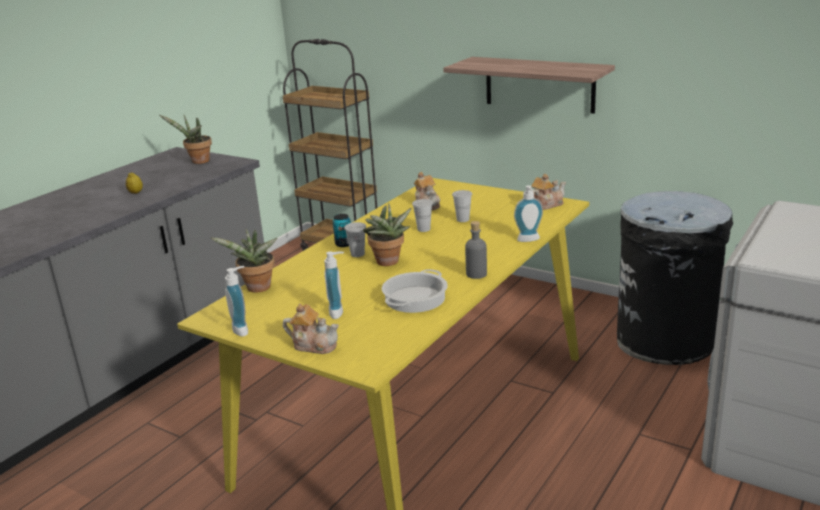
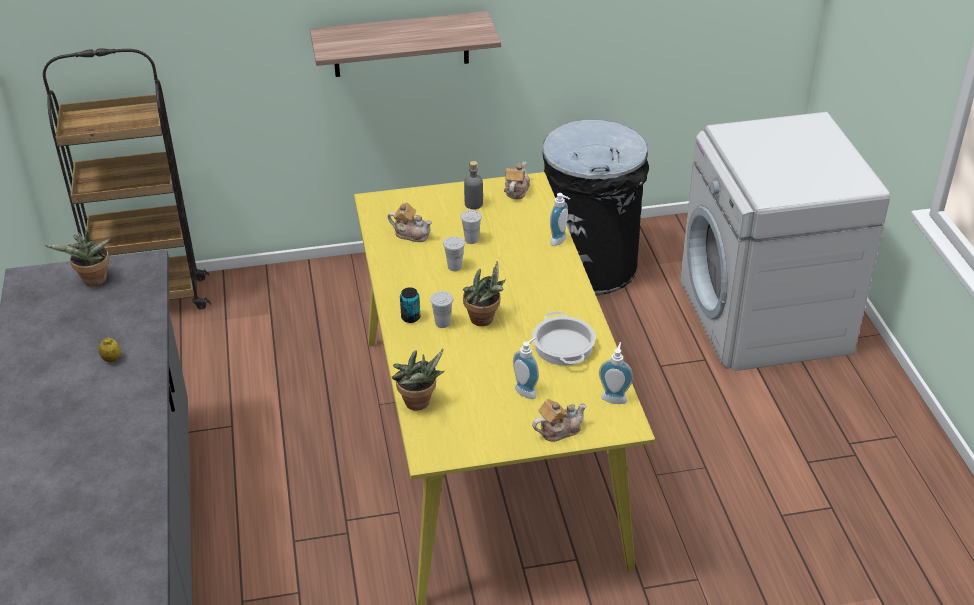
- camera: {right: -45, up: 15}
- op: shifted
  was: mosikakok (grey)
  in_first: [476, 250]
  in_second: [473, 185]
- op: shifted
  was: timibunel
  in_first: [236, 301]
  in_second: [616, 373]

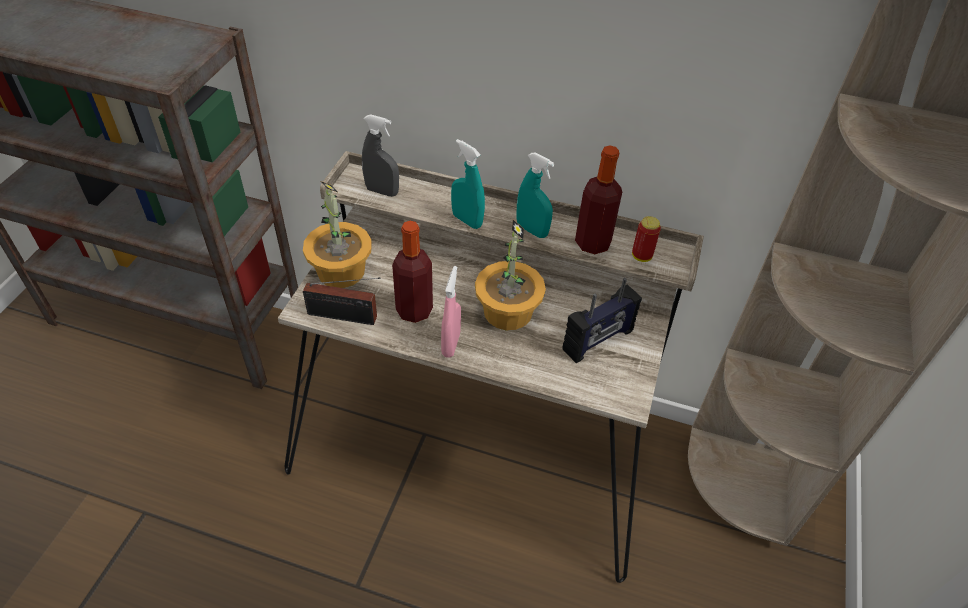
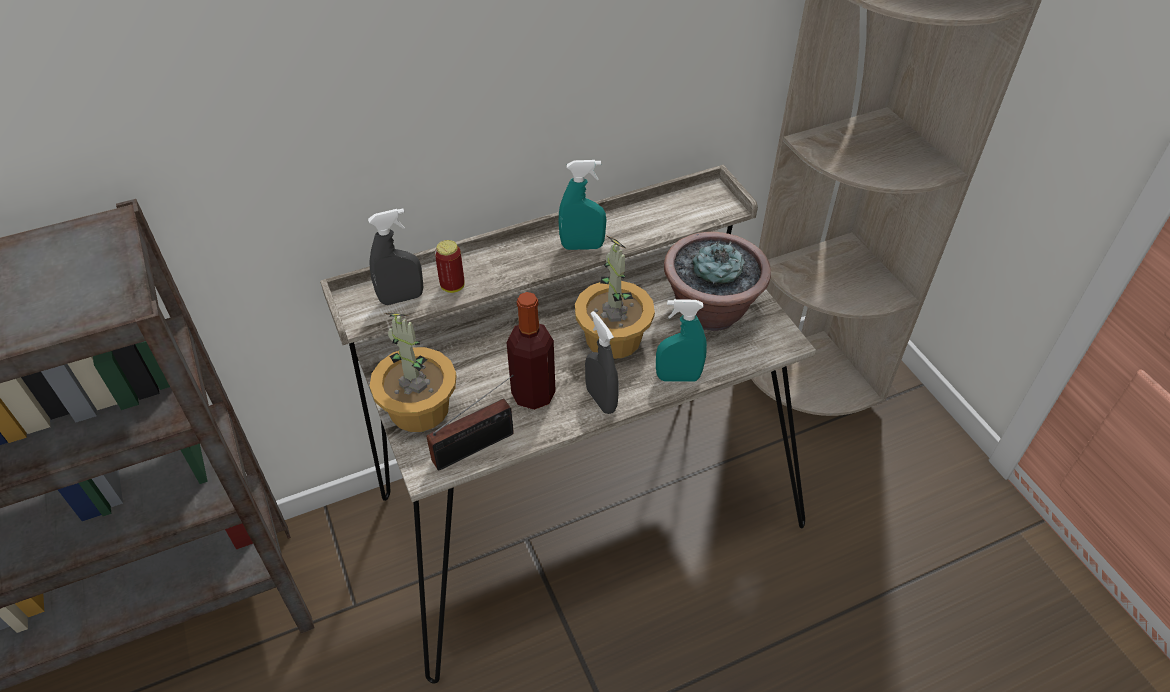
- camera: {right: -40, up: 0}
- op: shifted
  was: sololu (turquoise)
  in_first: [468, 184]
  in_second: [681, 340]
- op: gone
  was: mosikakok
  in_first: [598, 200]
- op: shifted
  was: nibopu
  in_first: [646, 239]
  in_second: [450, 266]
- op: repainted
  was: sololu (pink)
  now: sololu (grey)
  in_first: [451, 312]
  in_second: [602, 362]
- op: swapped
  was: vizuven
  now: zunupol
  in_first: [602, 320]
  in_second: [717, 281]

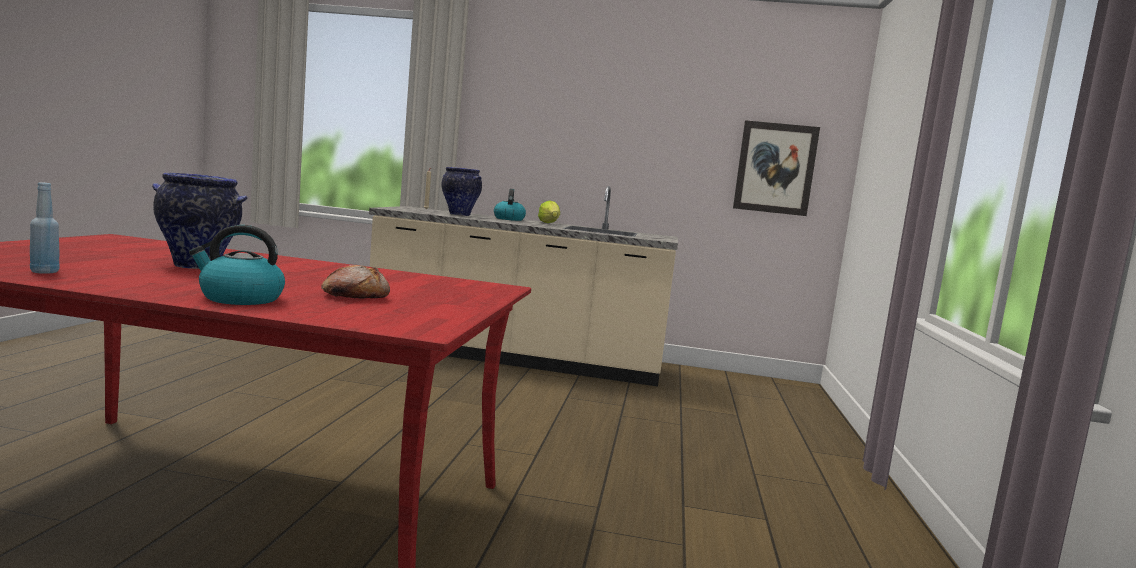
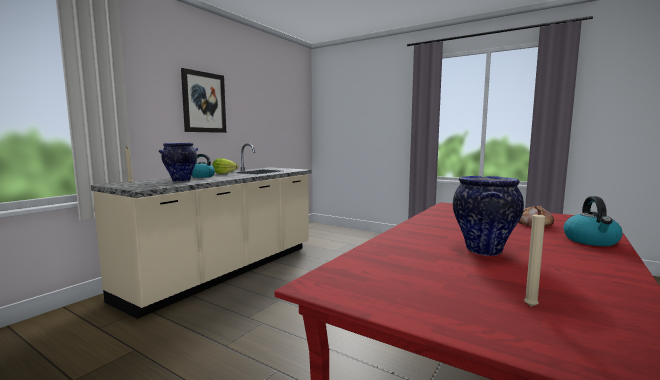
- camera: {right: -65, up: 0}
- op: shifted
  was: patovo
  in_first: [776, 168]
  in_second: [203, 100]
- op: gone
  was: mosikakok (blue)
  in_first: [45, 228]
- op: new
  now: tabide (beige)
  in_second: [534, 256]

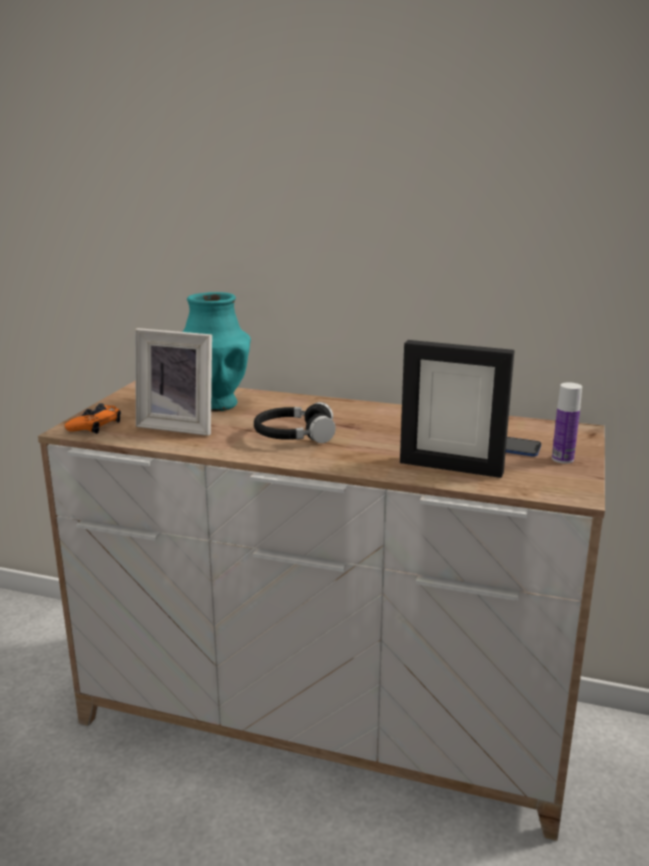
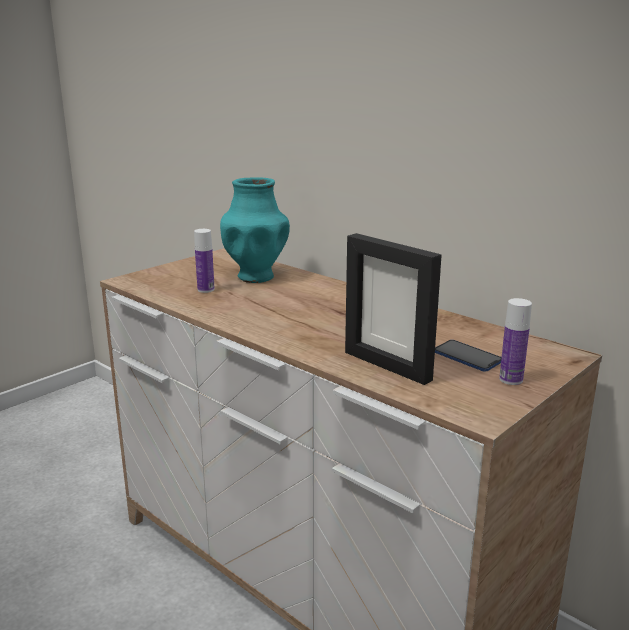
- camera: {right: 25, up: 0}
- op: swapped
  was: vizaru
  now: mosikakok
  in_first: [173, 382]
  in_second: [204, 261]
- op: gone
  was: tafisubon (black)
  in_first: [295, 422]
- op: gone
  was: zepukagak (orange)
  in_first: [93, 418]

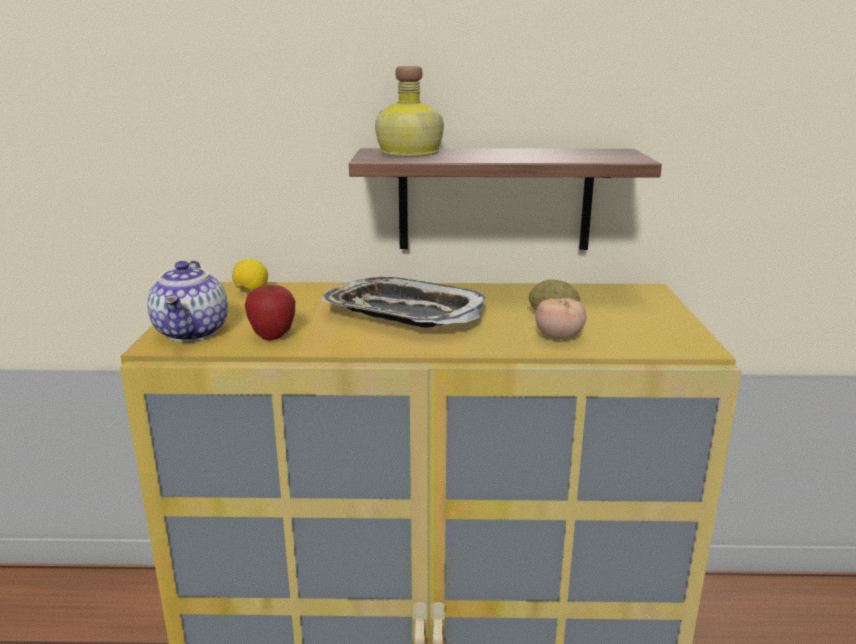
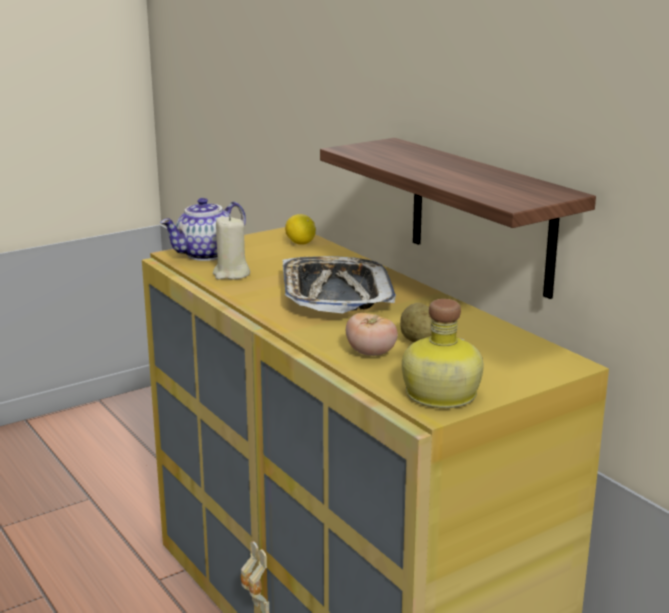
- camera: {right: 55, up: 0}
- op: shifted
  was: mosikakok
  in_first: [409, 111]
  in_second: [443, 353]
- op: swapped
  was: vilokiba
  now: tabide (beige)
  in_first: [270, 312]
  in_second: [231, 247]

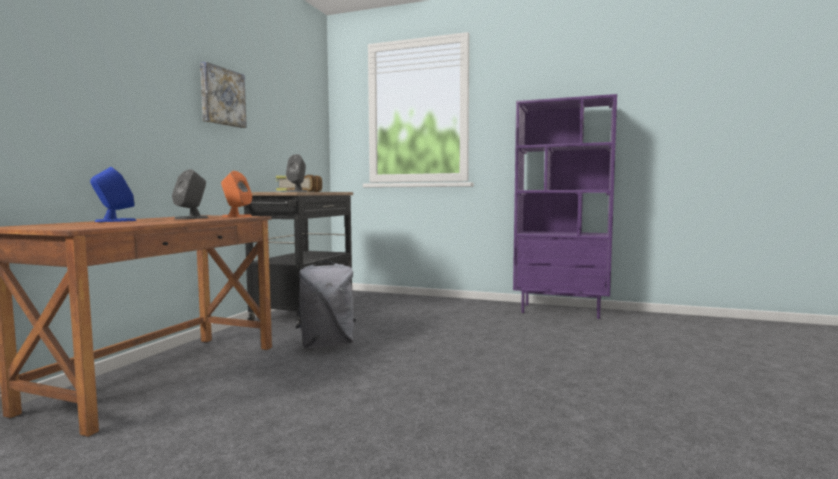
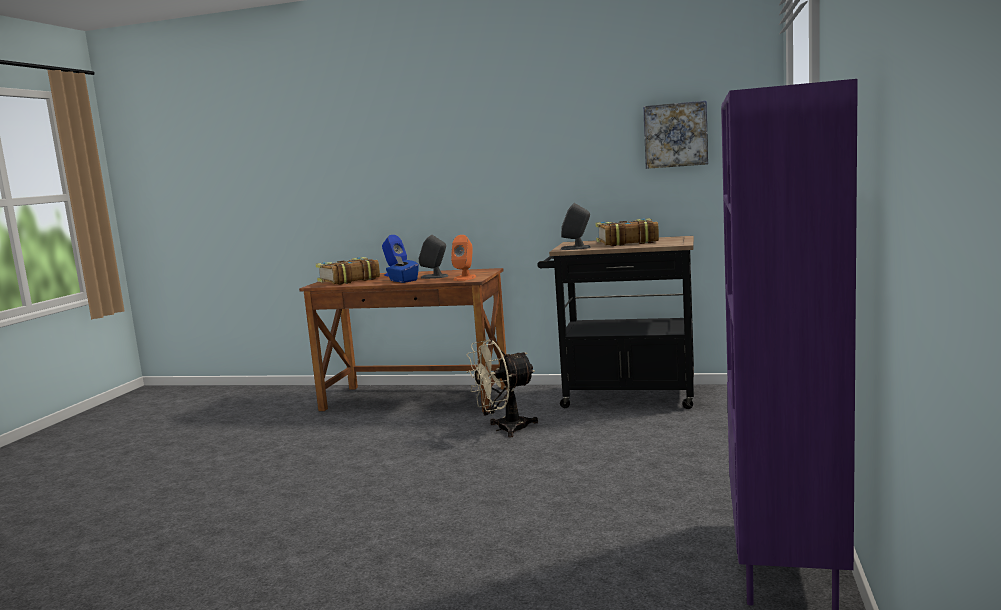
- camera: {right: 85, up: 5}
- op: shifted
  was: patovo
  in_first: [223, 95]
  in_second: [675, 134]
- op: swapped
  was: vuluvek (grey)
  now: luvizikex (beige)
  in_first: [326, 305]
  in_second: [502, 388]
- op: new
  now: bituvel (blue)
  in_second: [402, 269]
- op: new
  now: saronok
  in_second: [348, 271]

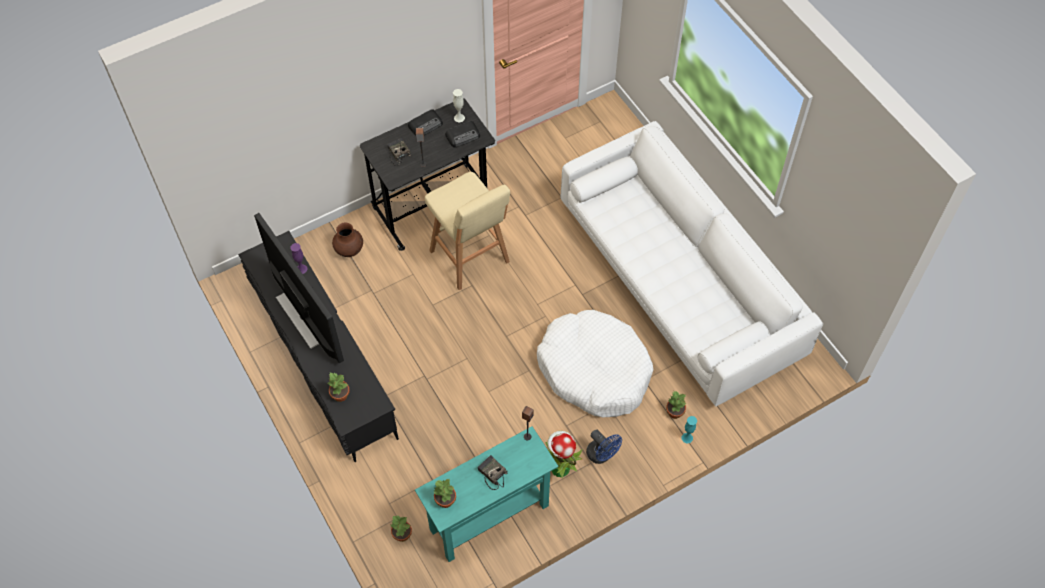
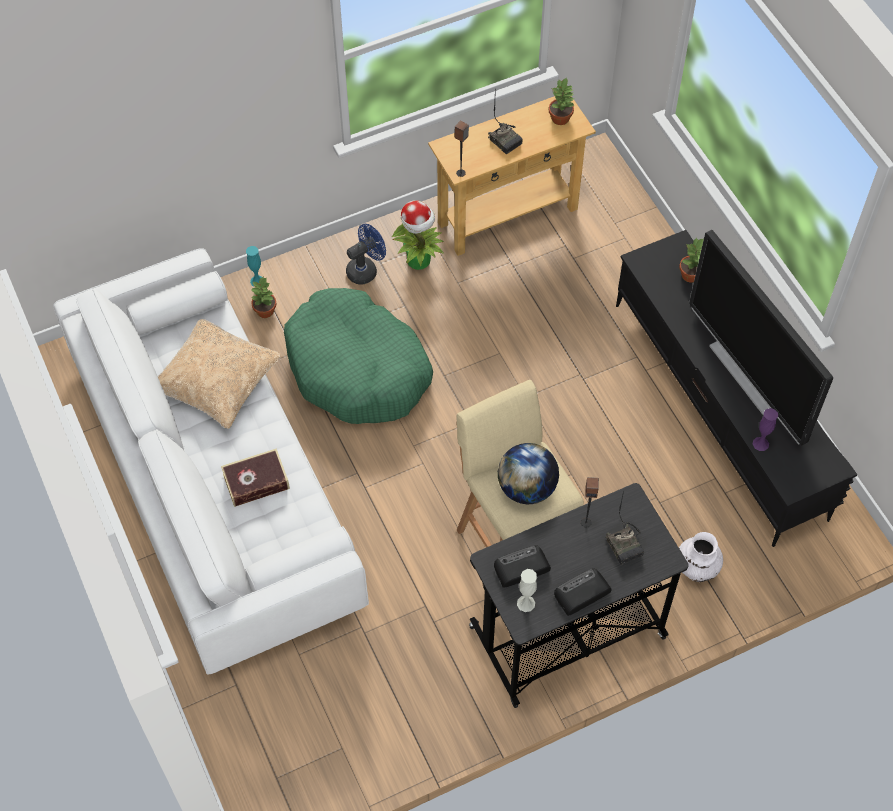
- camera: {right: -175, up: 0}
- op: repainted
  was: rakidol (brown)
  now: rakidol (white)
  in_first: [347, 240]
  in_second: [701, 557]
- op: repainted
  was: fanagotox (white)
  now: fanagotox (green)
  in_first: [595, 363]
  in_second: [358, 356]
- op: repainted
  was: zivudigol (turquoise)
  now: zivudigol (beige)
  in_first: [486, 494]
  in_second: [512, 176]
- op: rotated
  was: luvizikex (blue)
  in_first: [604, 447]
  in_second: [366, 254]
  clockwise: 90
- op: gone
  was: zunupol
  in_first: [401, 529]
- op: new
  now: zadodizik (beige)
  in_second: [219, 374]
- op: new
  now: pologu
  in_second: [528, 473]
- op: new
  now: saronok
  in_second: [255, 477]

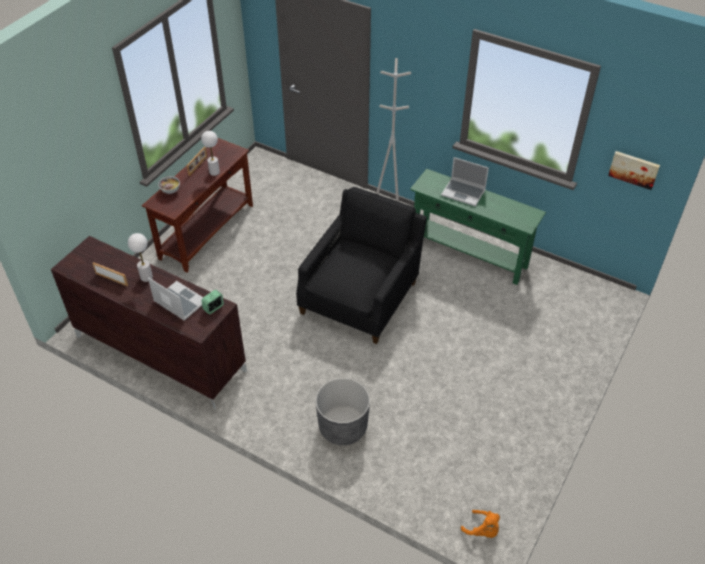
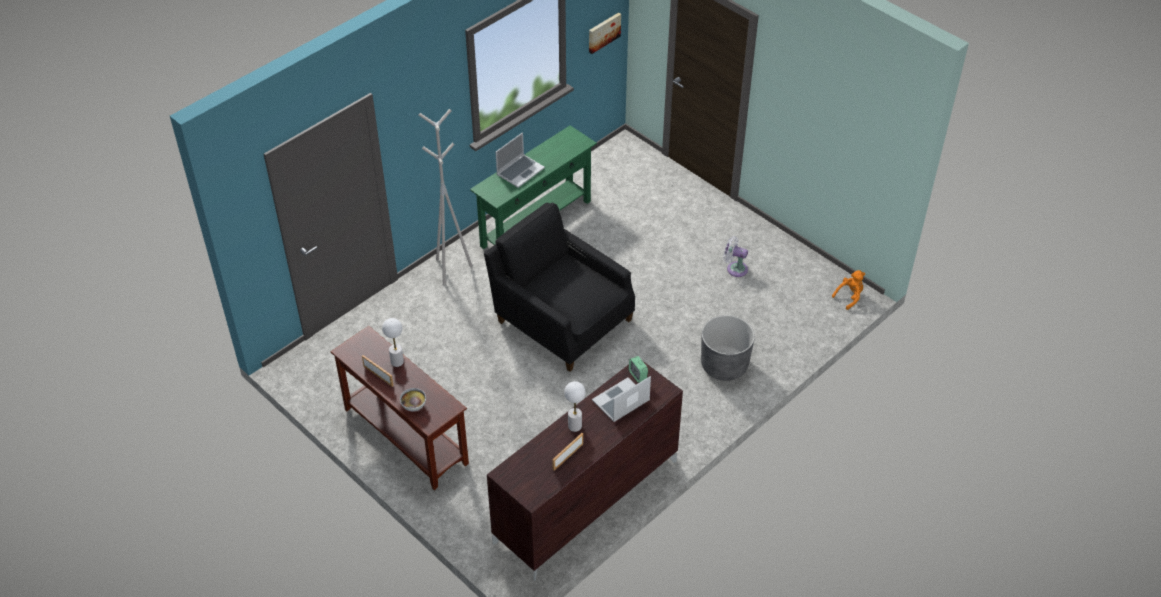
- camera: {right: -75, up: 0}
- op: new
  now: luvizikex (white)
  in_second: [735, 256]

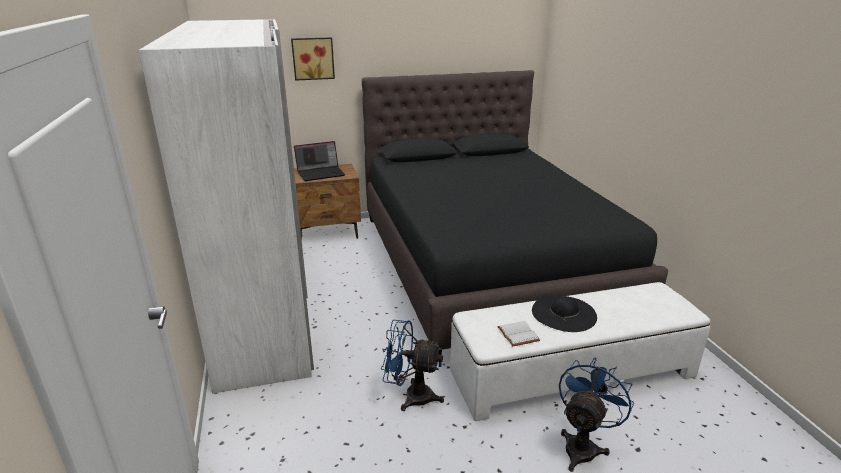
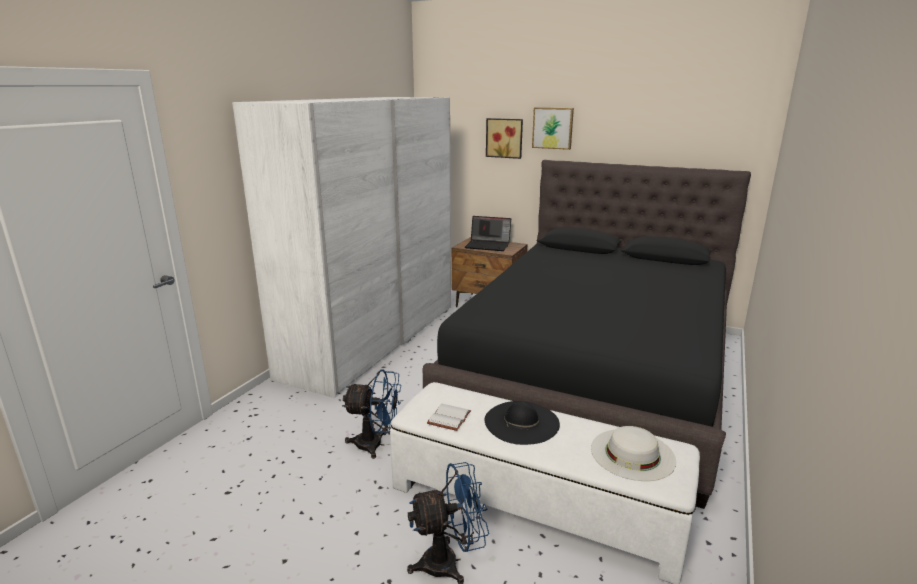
- camera: {right: 40, up: -5}
- op: rotated
  was: luvizikex (blue)
  in_first: [412, 365]
  in_second: [371, 414]
  clockwise: 135
- op: new
  now: patovo
  in_second: [553, 128]
- op: new
  now: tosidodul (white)
  in_second: [633, 453]

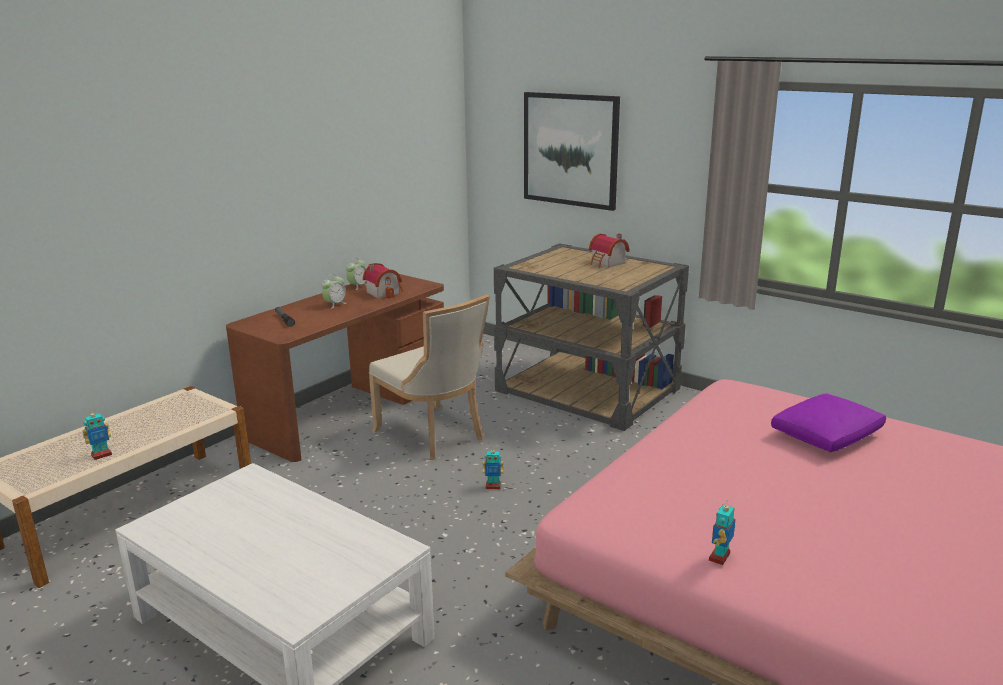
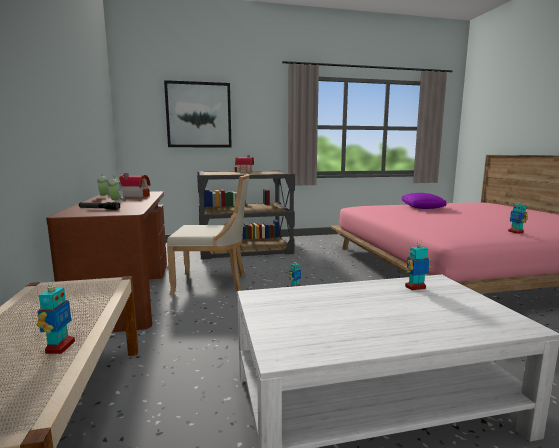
- camera: {right: -50, up: -10}
- op: new
  now: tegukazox
  in_second: [418, 265]

